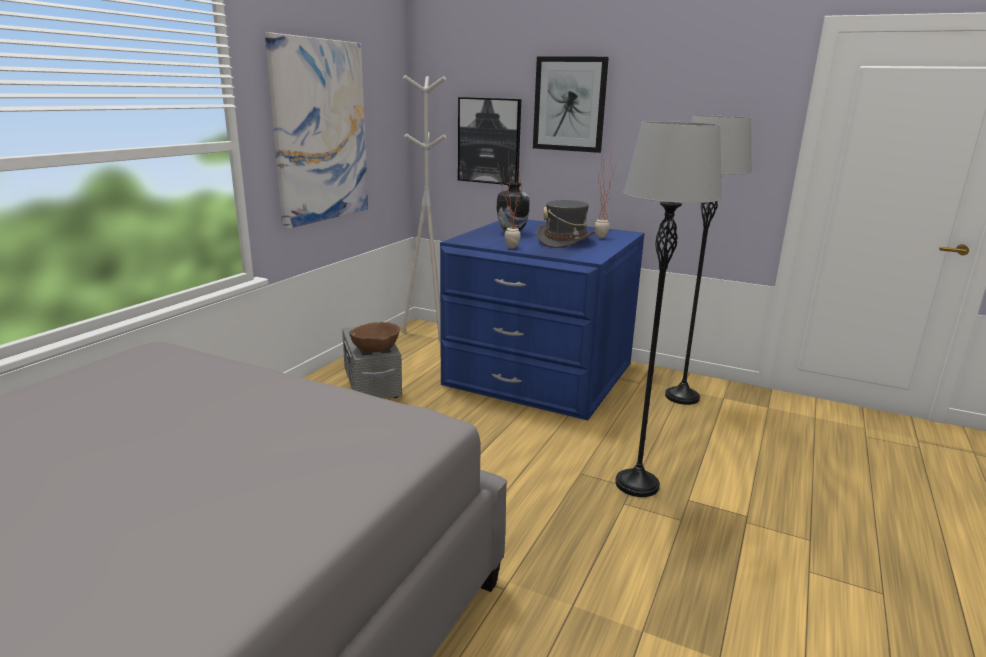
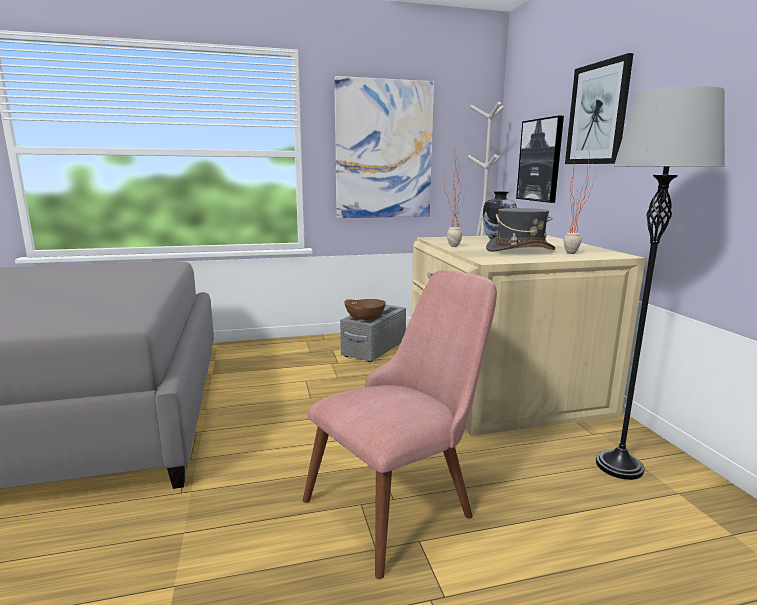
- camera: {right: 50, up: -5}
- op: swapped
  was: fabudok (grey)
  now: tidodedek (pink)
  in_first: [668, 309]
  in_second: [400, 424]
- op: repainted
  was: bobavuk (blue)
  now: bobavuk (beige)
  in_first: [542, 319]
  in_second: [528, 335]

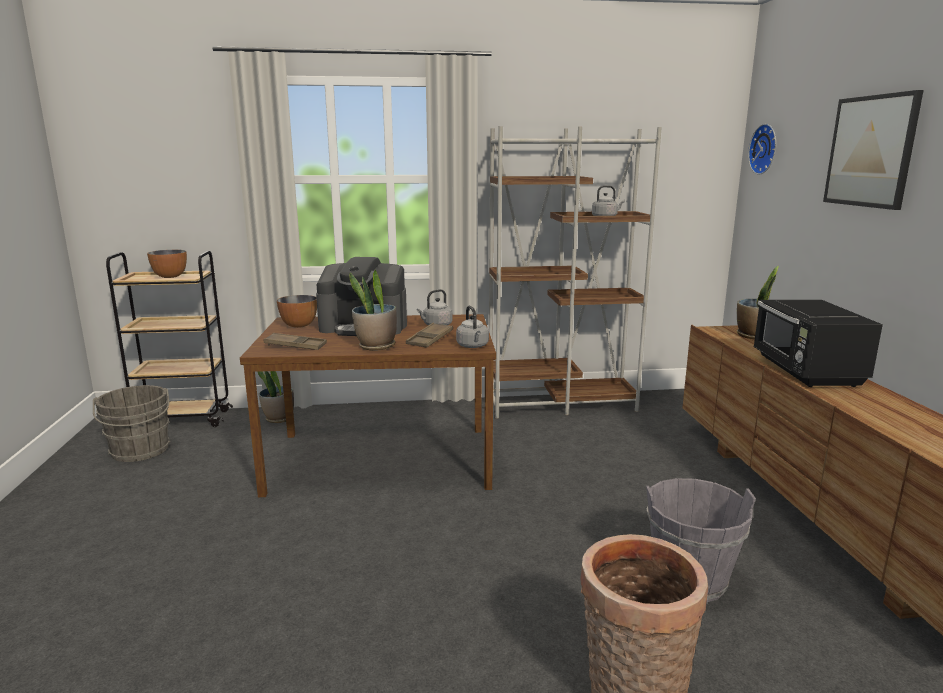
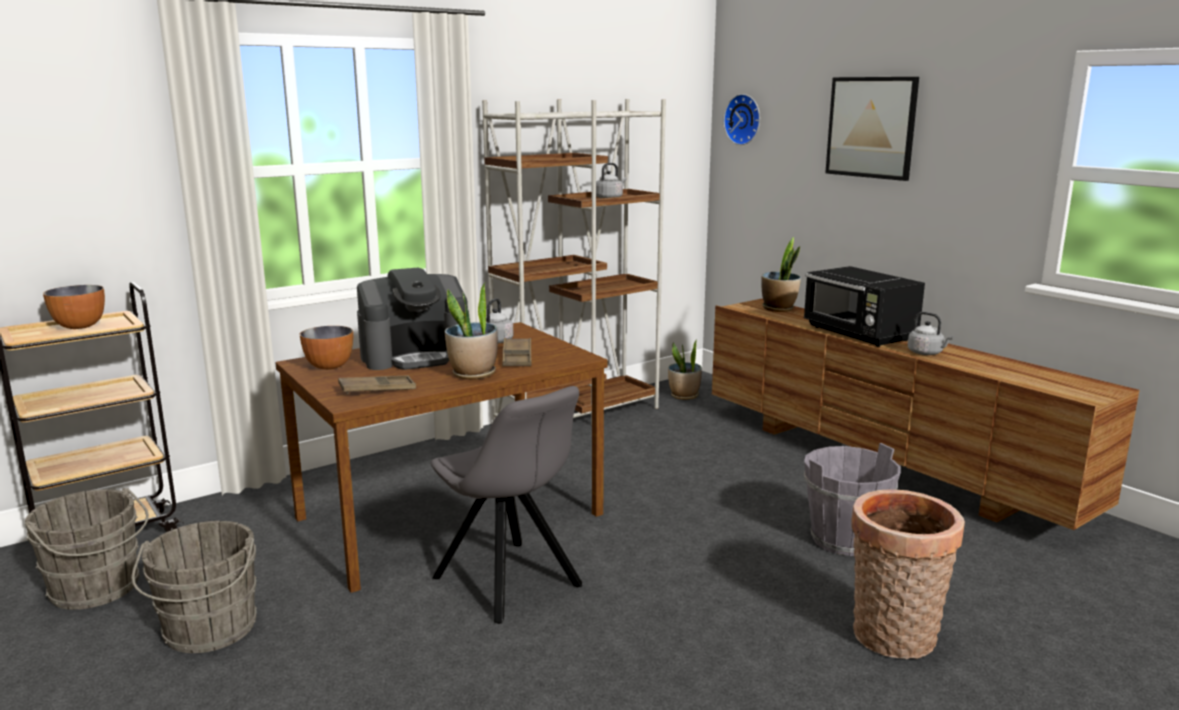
- camera: {right: -30, up: 0}
- op: shifted
  was: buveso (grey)
  in_first: [472, 327]
  in_second: [930, 333]
- op: shifted
  was: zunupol
  in_first: [276, 397]
  in_second: [685, 369]
- op: new
  now: tidodedek (grey)
  in_second: [506, 505]
- op: new
  now: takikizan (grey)
  in_second: [194, 587]

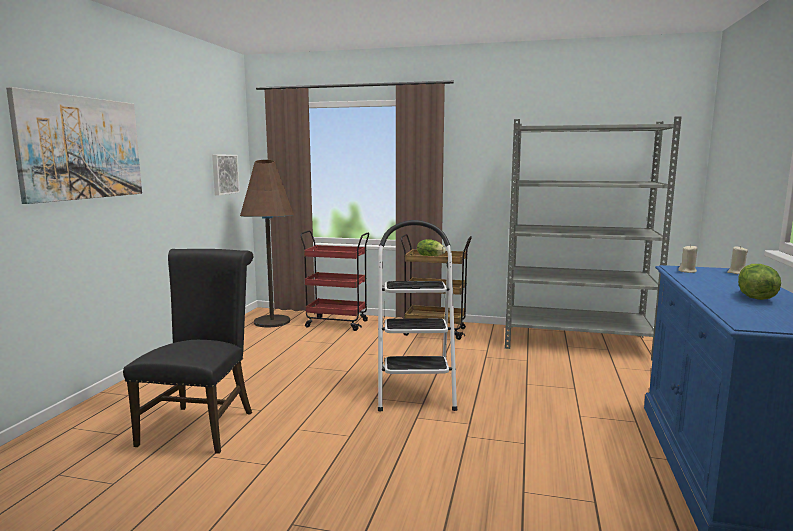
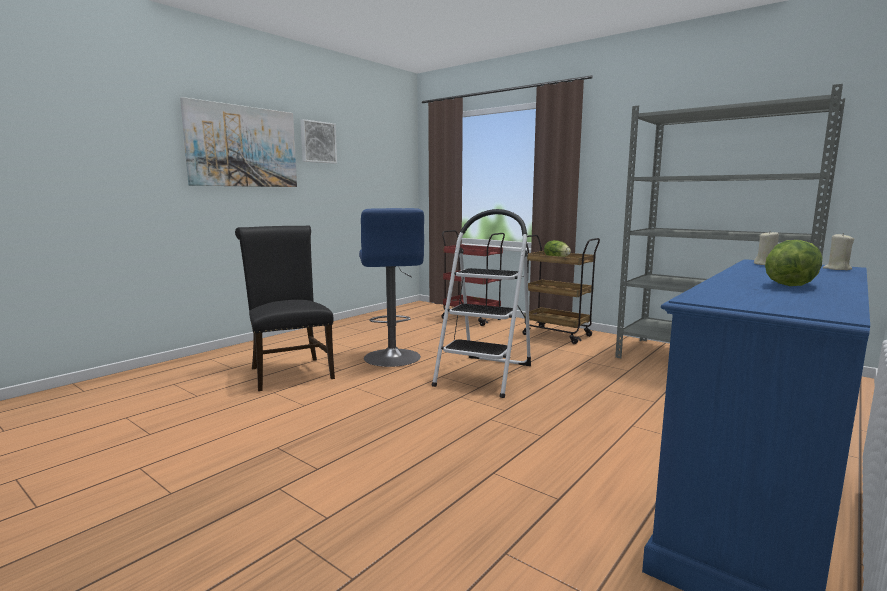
- camera: {right: 25, up: 0}
- op: shifted
  was: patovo
  in_first: [226, 175]
  in_second: [318, 141]
- op: gone
  was: fabudok (brown)
  in_first: [267, 243]
- op: rotated
  was: tidodedek (black)
  in_first: [188, 351]
  in_second: [285, 308]
  clockwise: -60
- op: new
  now: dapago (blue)
  in_second: [391, 287]

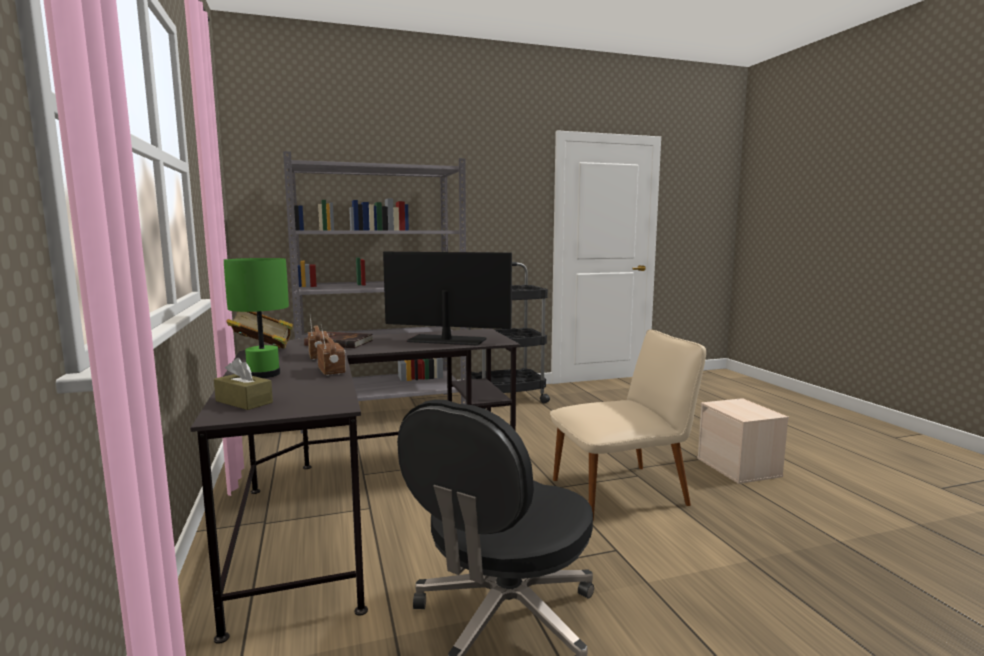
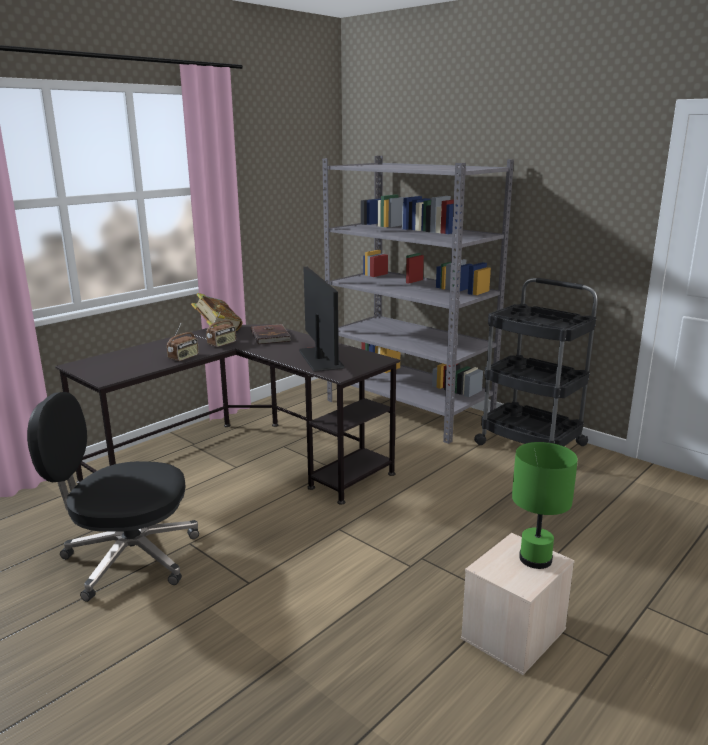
- camera: {right: 60, up: 10}
- op: shifted
  was: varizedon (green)
  in_first: [256, 318]
  in_second: [545, 505]
- op: gone
  was: tidodedek (beige)
  in_first: [628, 425]
- op: gone
  was: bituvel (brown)
  in_first: [243, 384]

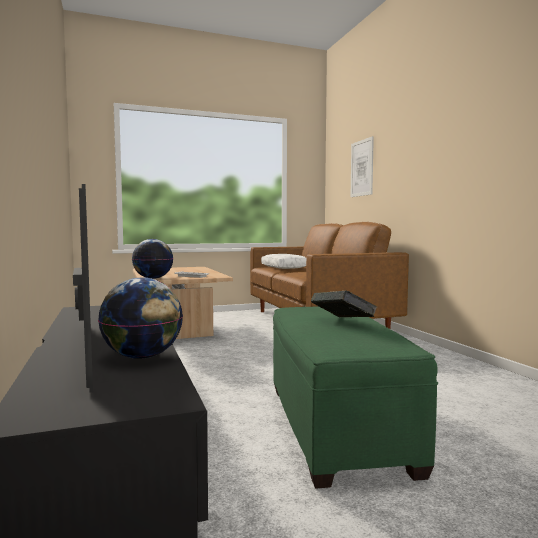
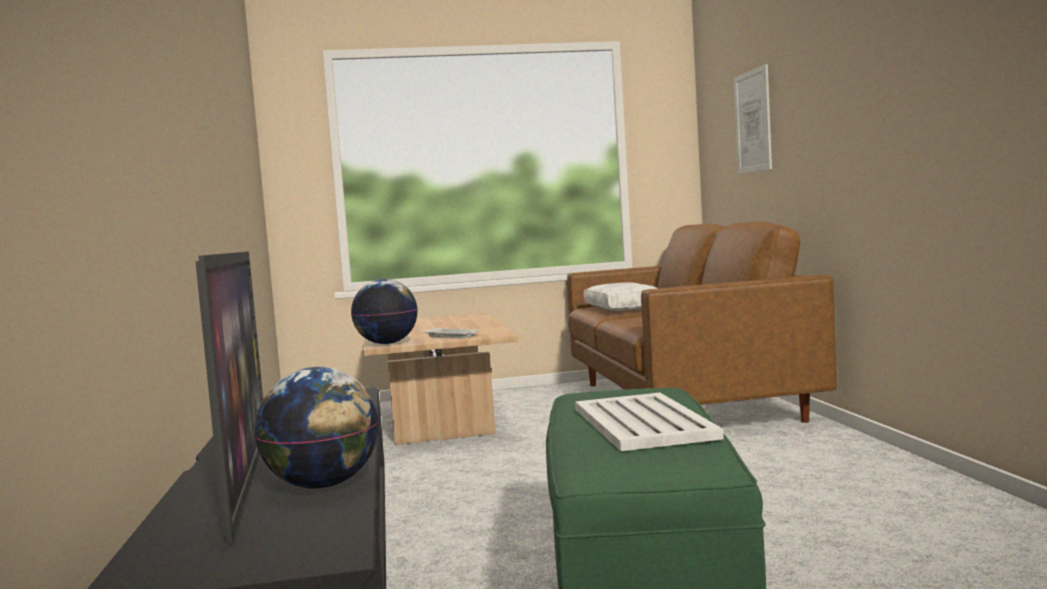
- camera: {right: 10, up: 0}
- op: swapped
  was: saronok
  now: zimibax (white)
  in_first: [344, 304]
  in_second: [649, 422]

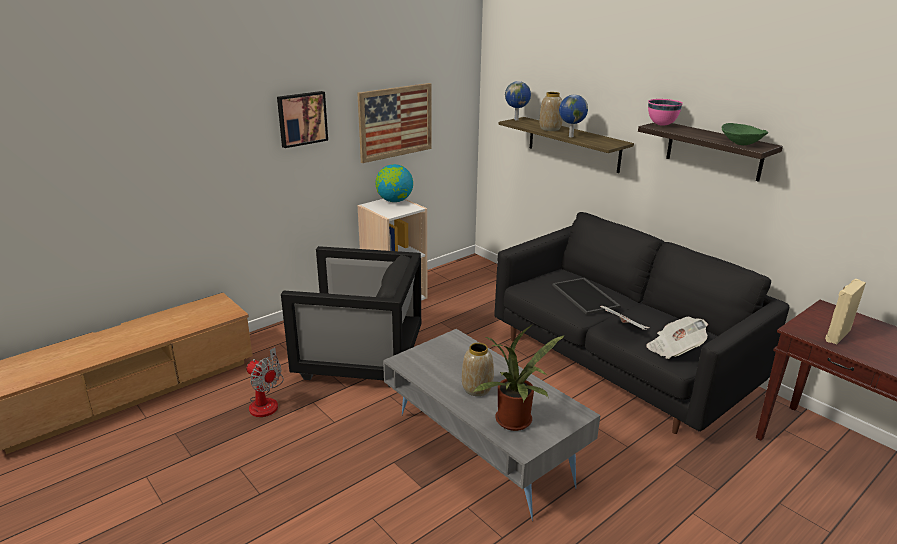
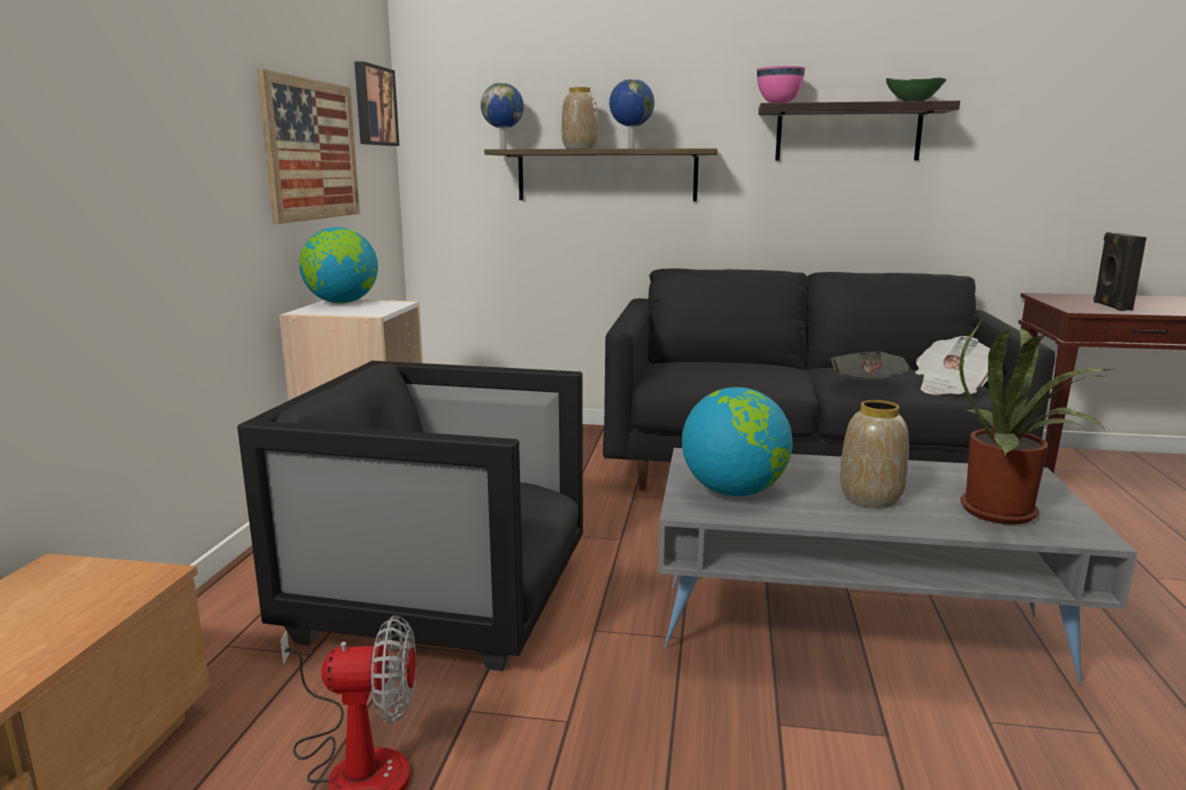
- camera: {right: -40, up: -10}
- op: shifted
  was: patovo
  in_first: [302, 119]
  in_second: [376, 103]
- op: rotated
  was: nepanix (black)
  in_first: [351, 316]
  in_second: [410, 516]
  clockwise: -135
- op: gone
  was: zimibax
  in_first: [586, 296]
- op: repainted
  was: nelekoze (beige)
  now: nelekoze (black)
  in_first: [845, 311]
  in_second: [1120, 271]
- op: new
  now: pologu
  in_second: [737, 441]

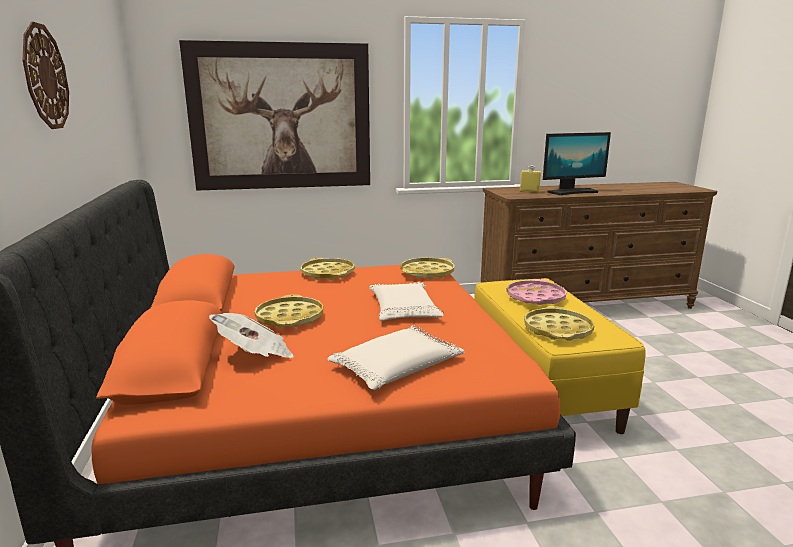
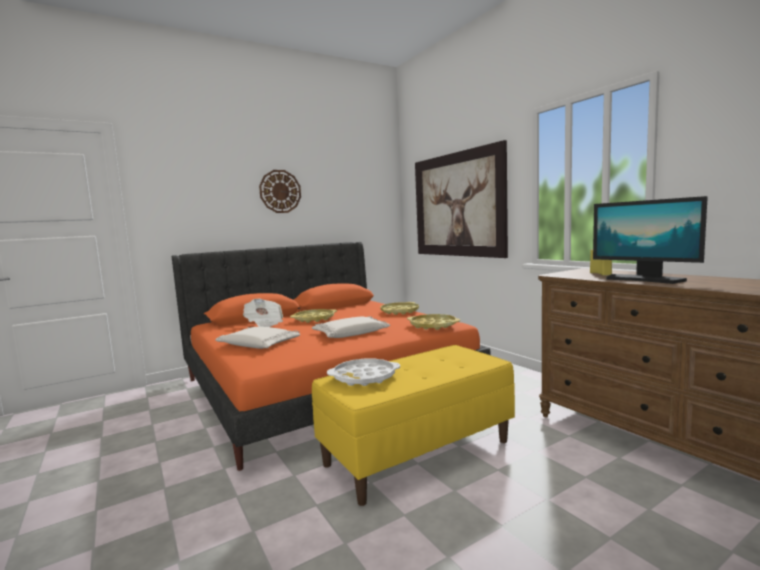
- camera: {right: 70, up: -10}
- op: gone
  was: zimibax (pink)
  in_first: [537, 292]
- op: repainted
  was: zimibax (yellow)
  now: zimibax (white)
  in_first: [559, 323]
  in_second: [363, 372]

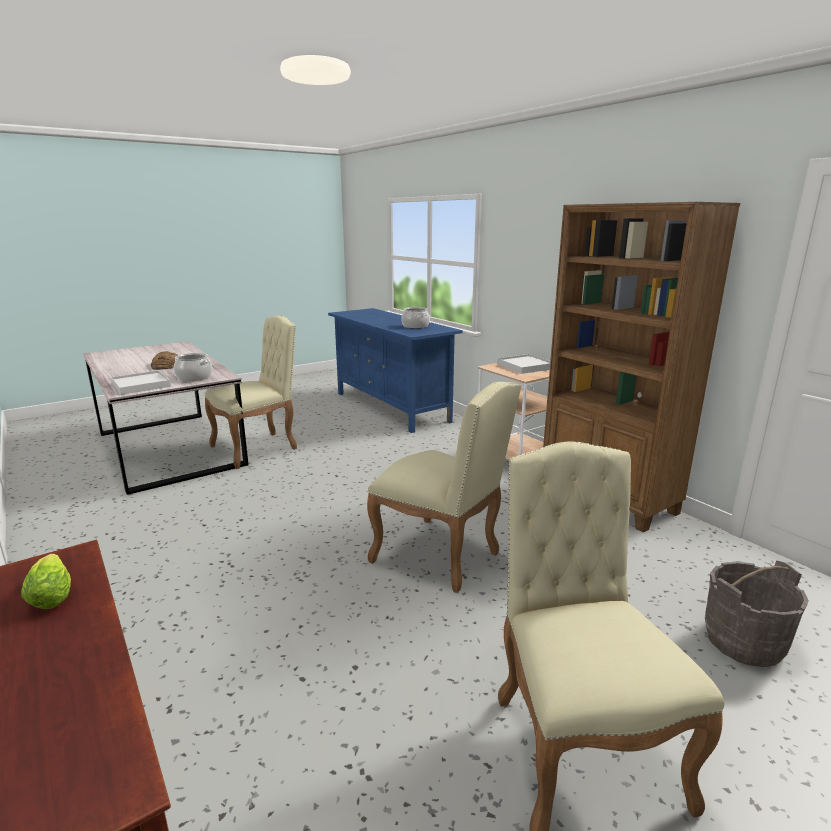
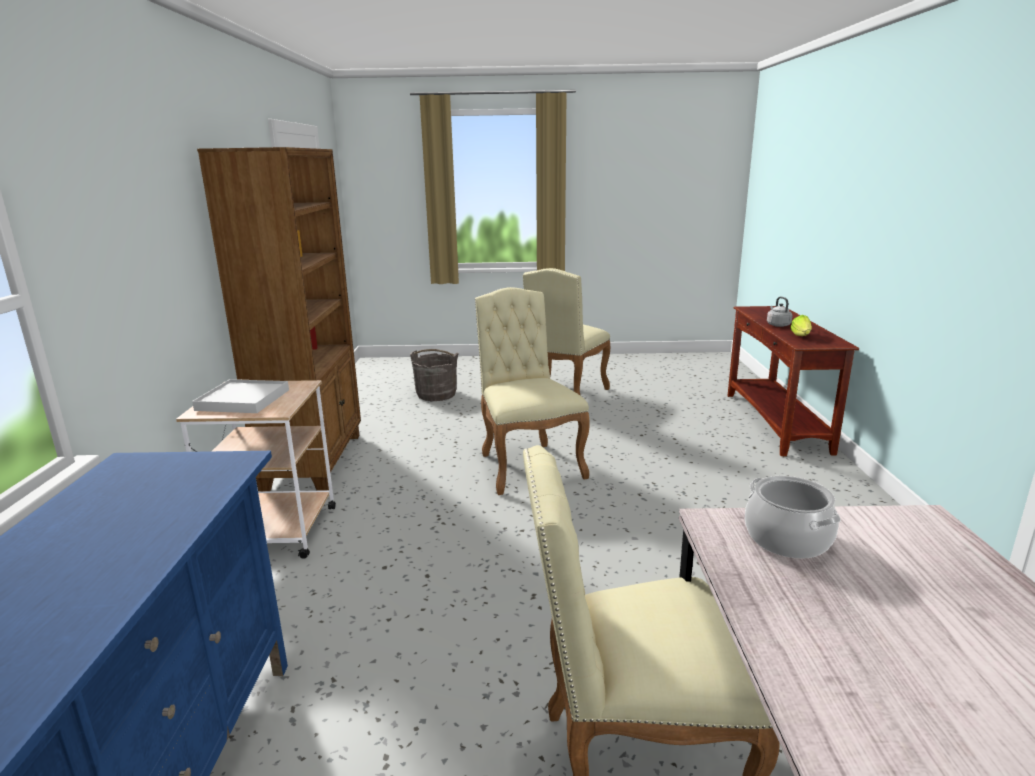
- camera: {right: -145, up: 0}
- op: gone
  was: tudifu
  in_first: [415, 317]
- op: gone
  was: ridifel
  in_first: [164, 360]
- op: gone
  was: zimibax (white)
  in_first: [141, 382]
- op: new
  now: buveso (grey)
  in_second: [779, 311]

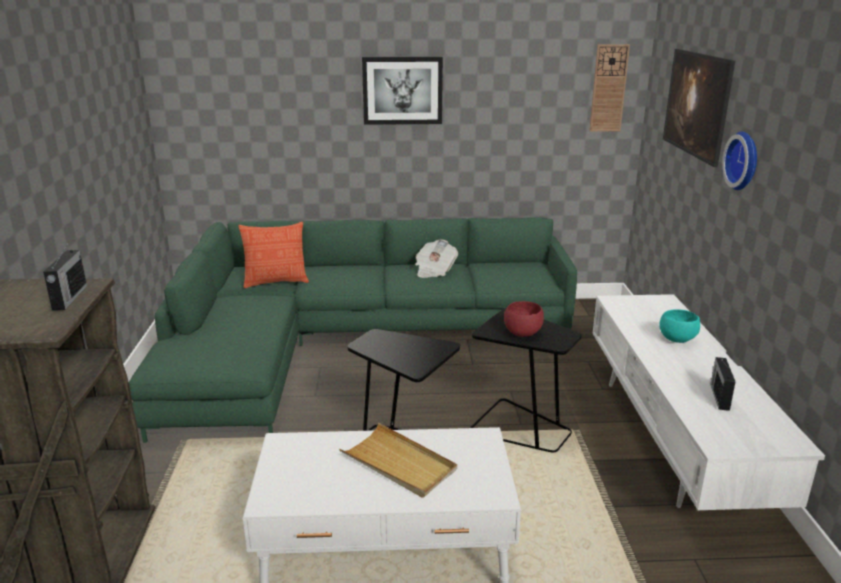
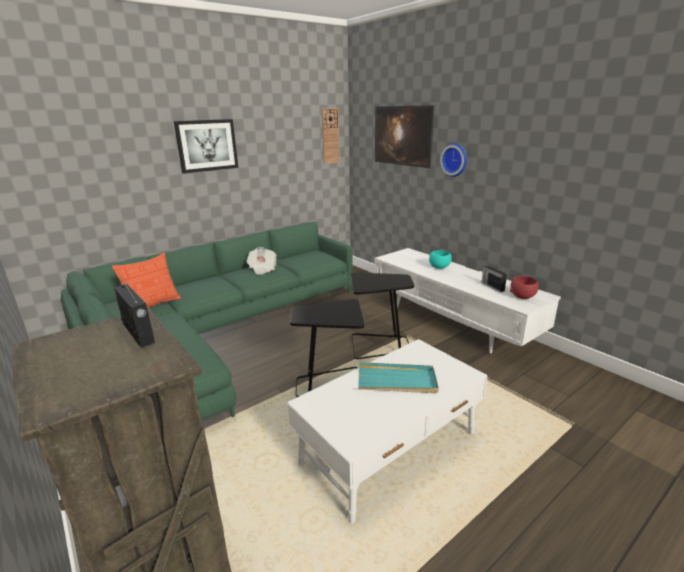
- camera: {right: -35, up: 0}
- op: shifted
  was: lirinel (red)
  in_first: [524, 319]
  in_second: [524, 287]
- op: repainted
  was: zimibax (beige)
  now: zimibax (turquoise)
  in_first: [398, 460]
  in_second: [398, 377]

